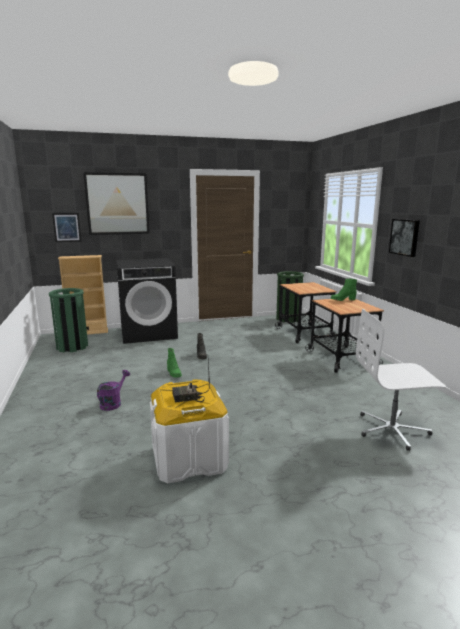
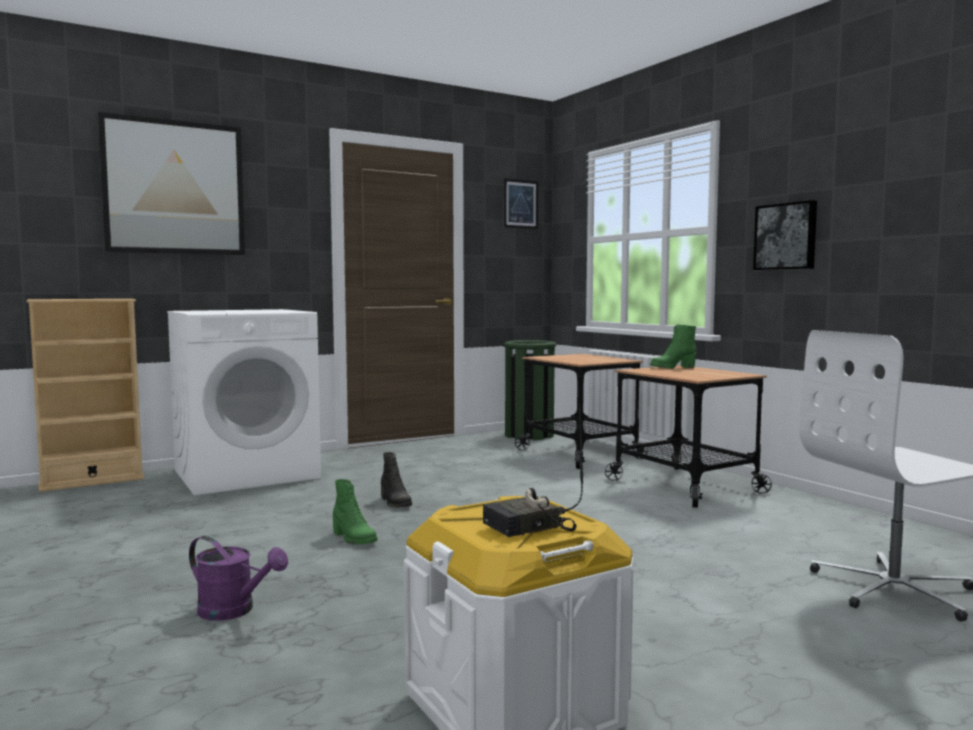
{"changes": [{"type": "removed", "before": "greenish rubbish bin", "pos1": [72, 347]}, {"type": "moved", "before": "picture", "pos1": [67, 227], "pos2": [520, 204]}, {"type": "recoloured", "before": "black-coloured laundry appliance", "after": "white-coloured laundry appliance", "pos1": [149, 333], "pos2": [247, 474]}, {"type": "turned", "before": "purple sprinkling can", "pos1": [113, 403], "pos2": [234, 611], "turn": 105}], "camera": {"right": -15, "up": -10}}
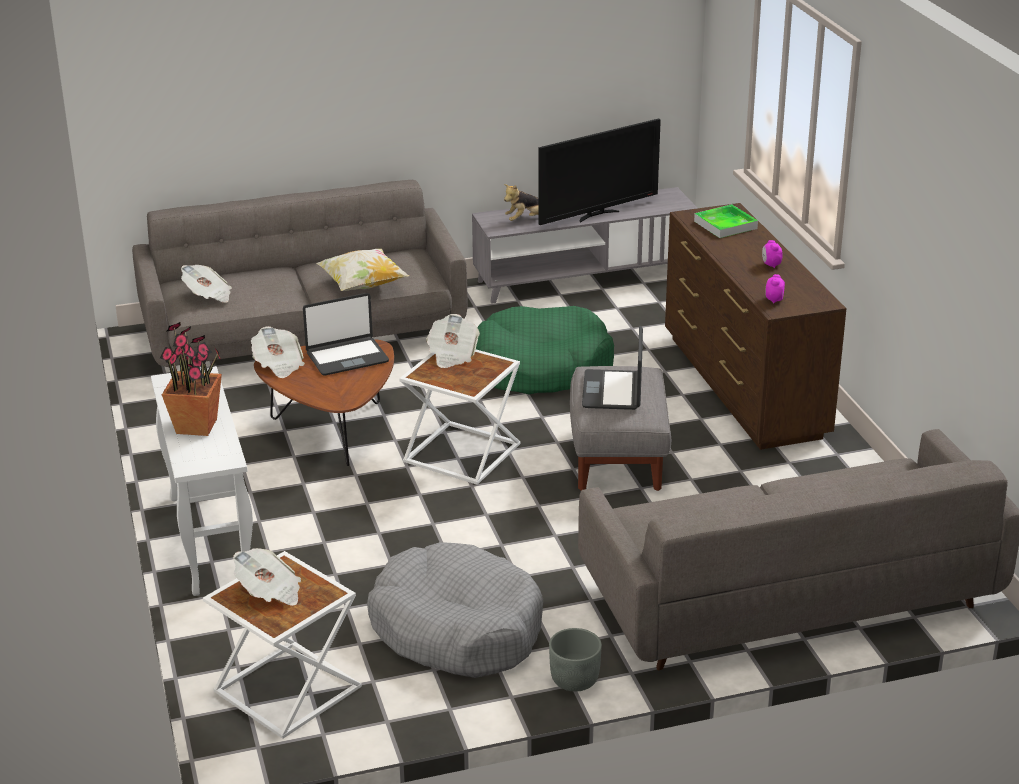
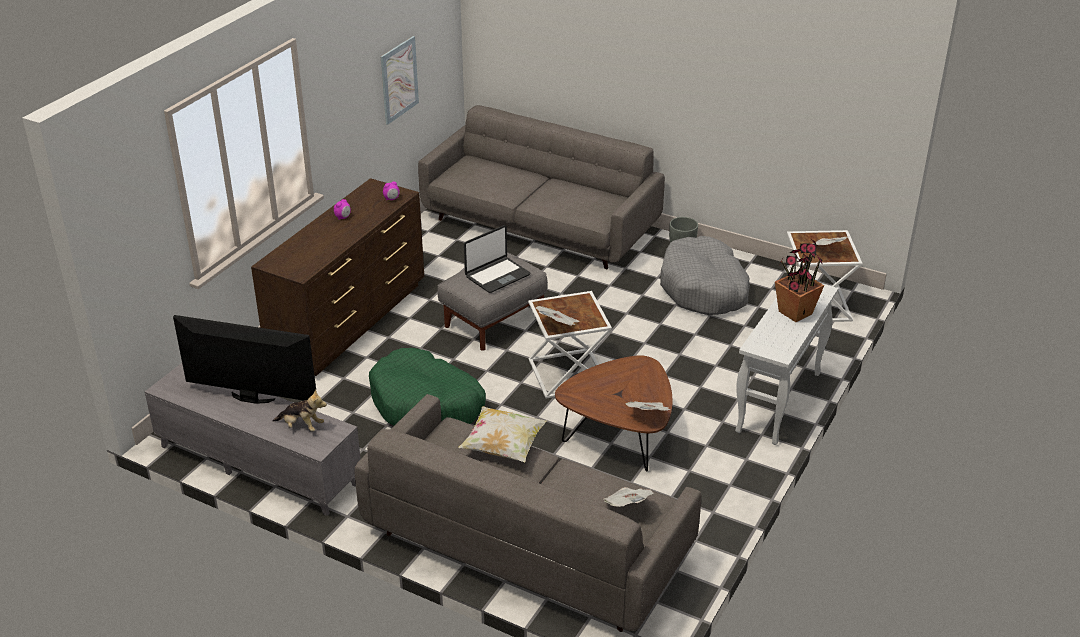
{"changes": [{"type": "removed", "before": "laptop", "pos1": [347, 357]}, {"type": "removed", "before": "carrying tray", "pos1": [725, 225]}, {"type": "added", "after": "picture", "pos2": [399, 80]}], "camera": {"right": -135, "up": 5}}
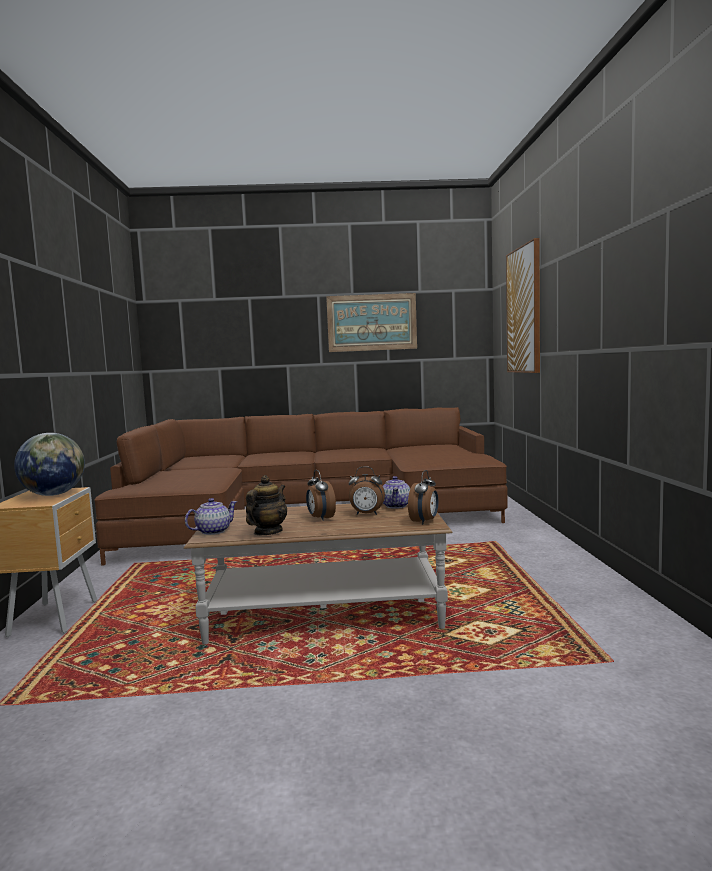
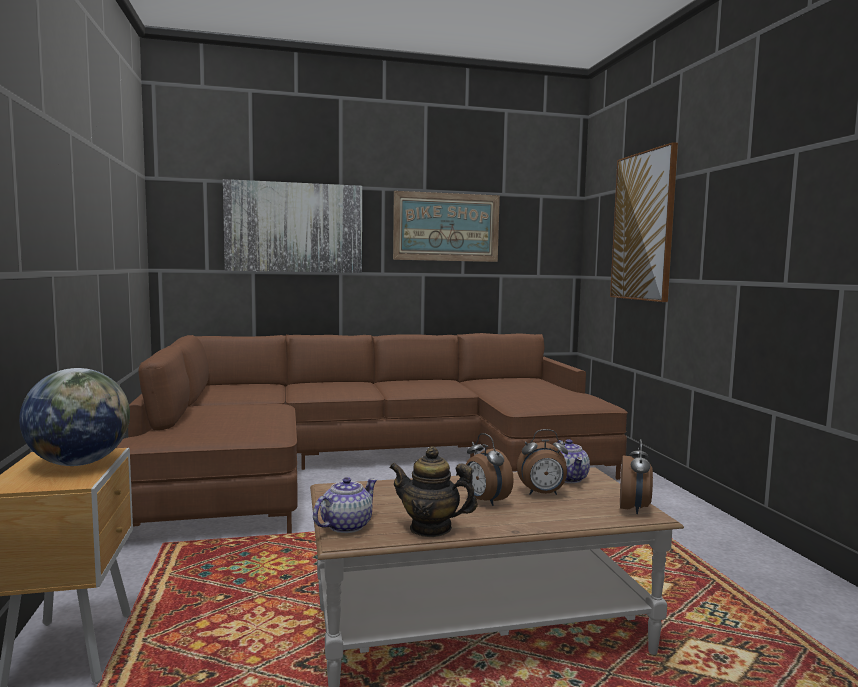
{"changes": [{"type": "added", "after": "picture", "pos2": [294, 227]}, {"type": "turned", "before": "pot for tea", "pos1": [267, 532], "pos2": [431, 528], "turn": -90}], "camera": {"right": -10, "up": 0}}
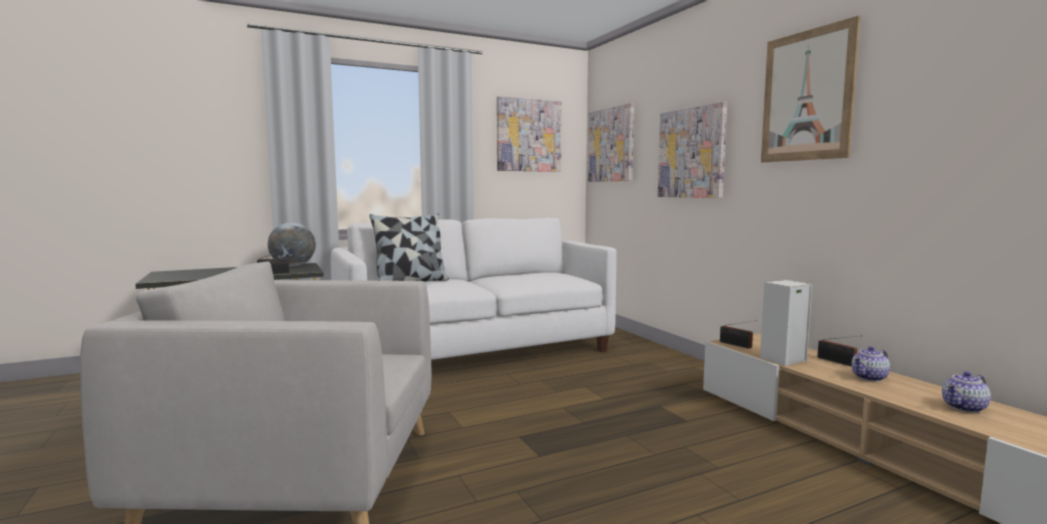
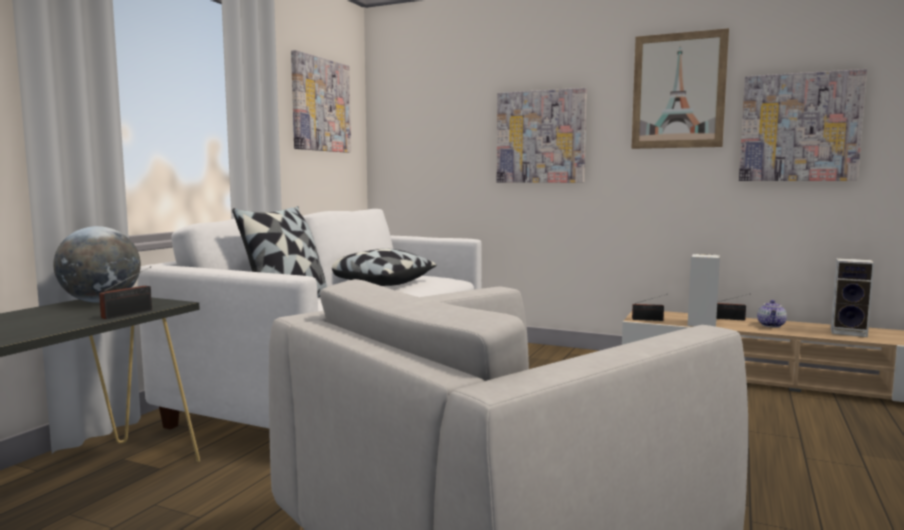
{"changes": [{"type": "added", "after": "cushion", "pos2": [378, 284]}, {"type": "moved", "before": "picture", "pos1": [611, 145], "pos2": [799, 127]}, {"type": "replaced", "before": "pot for tea", "after": "audio speaker", "pos1": [965, 408], "pos2": [850, 332]}], "camera": {"right": -40, "up": 0}}
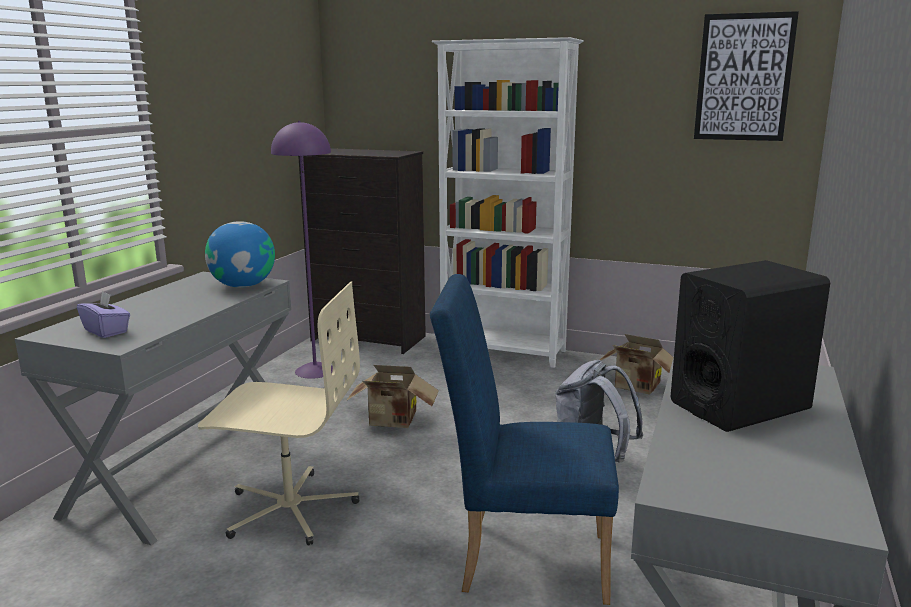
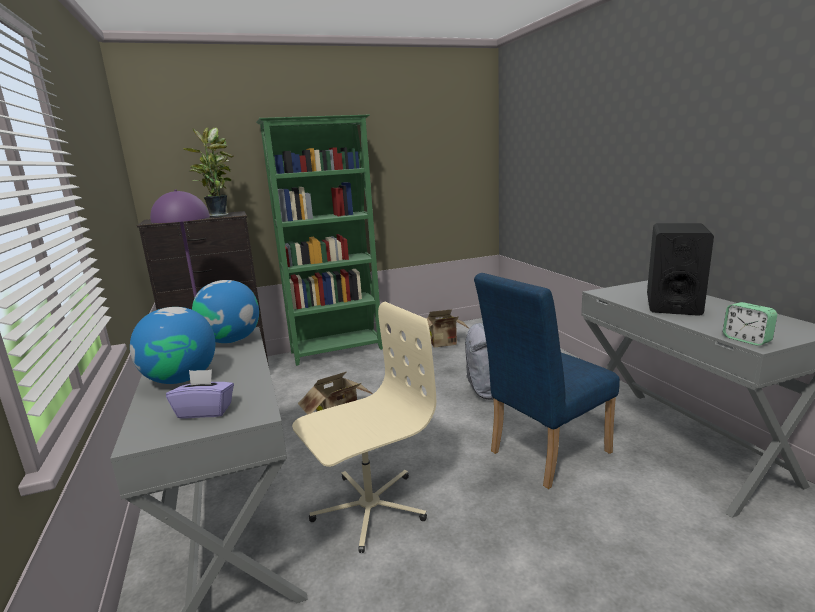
{"changes": [{"type": "removed", "before": "picture", "pos1": [743, 77]}, {"type": "added", "after": "globe", "pos2": [181, 379]}, {"type": "added", "after": "plant in a pot", "pos2": [219, 215]}, {"type": "added", "after": "bedside clock", "pos2": [746, 340]}, {"type": "recoloured", "before": "white-coloured bookshelf", "after": "greenish bookshelf", "pos1": [504, 352], "pos2": [338, 351]}], "camera": {"right": -40, "up": 0}}
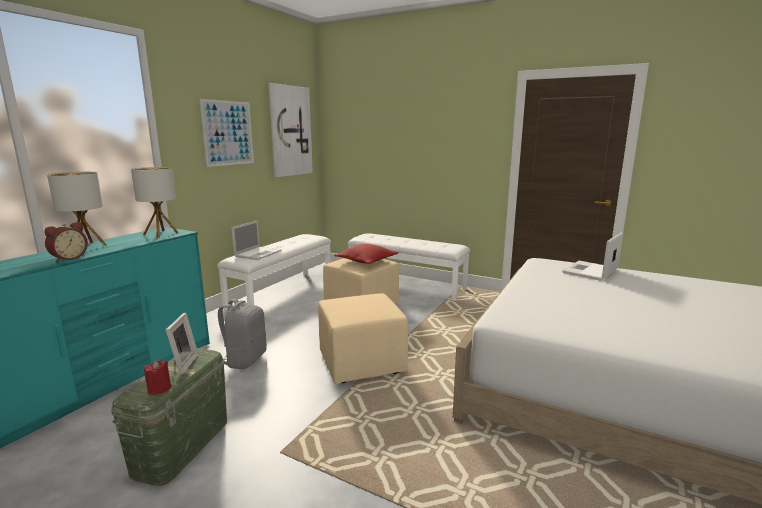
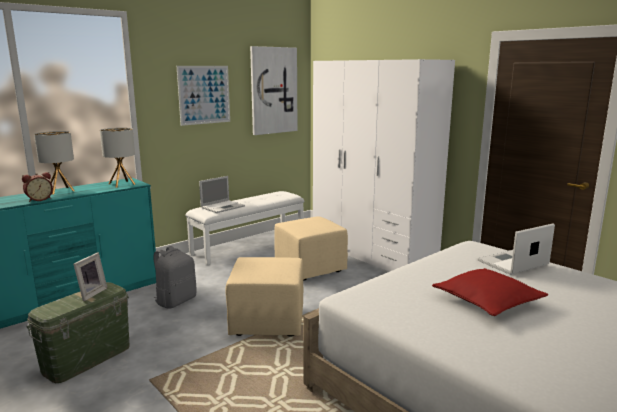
{"changes": [{"type": "removed", "before": "reddish wax candle", "pos1": [159, 389]}, {"type": "moved", "before": "reddish cushion", "pos1": [366, 261], "pos2": [487, 301]}, {"type": "replaced", "before": "white-coloured bench", "after": "white-coloured clothes cupboard", "pos1": [407, 285], "pos2": [372, 253]}], "camera": {"right": 20, "up": 0}}
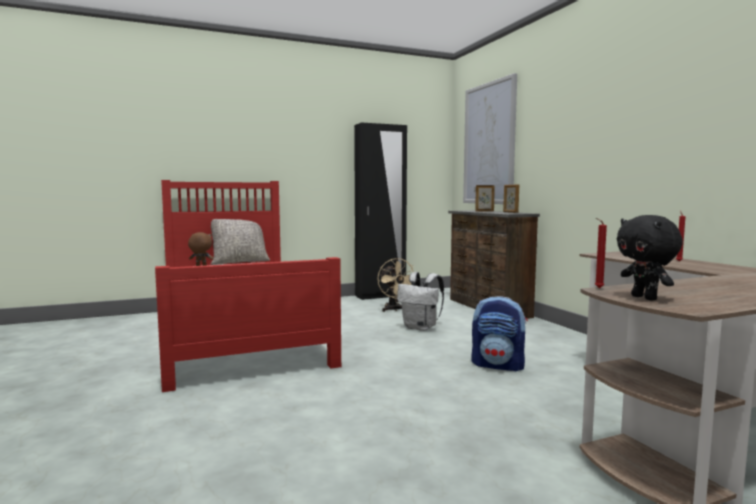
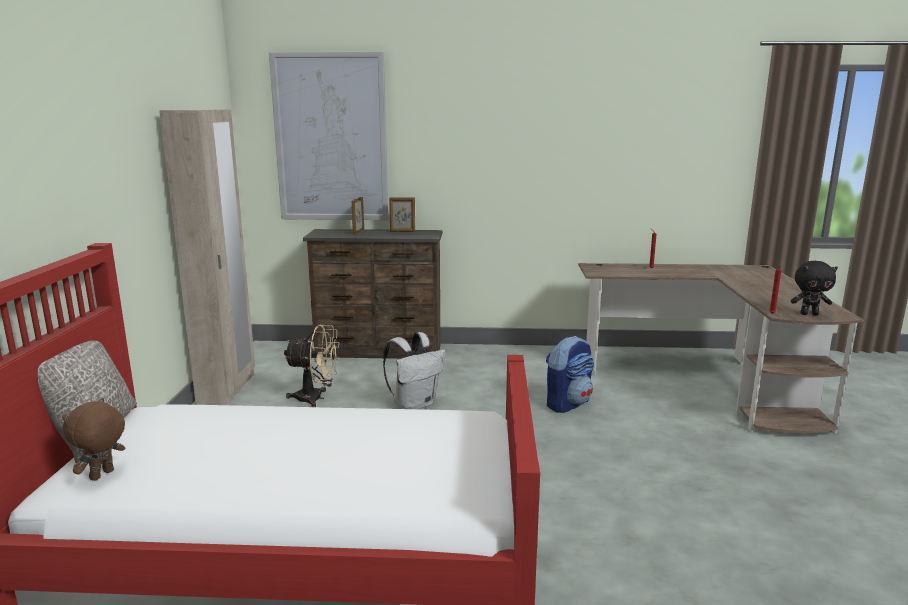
{"changes": [{"type": "recoloured", "before": "black-coloured clothes cupboard", "after": "beige-coloured clothes cupboard", "pos1": [380, 296], "pos2": [227, 389]}], "camera": {"right": -65, "up": 10}}
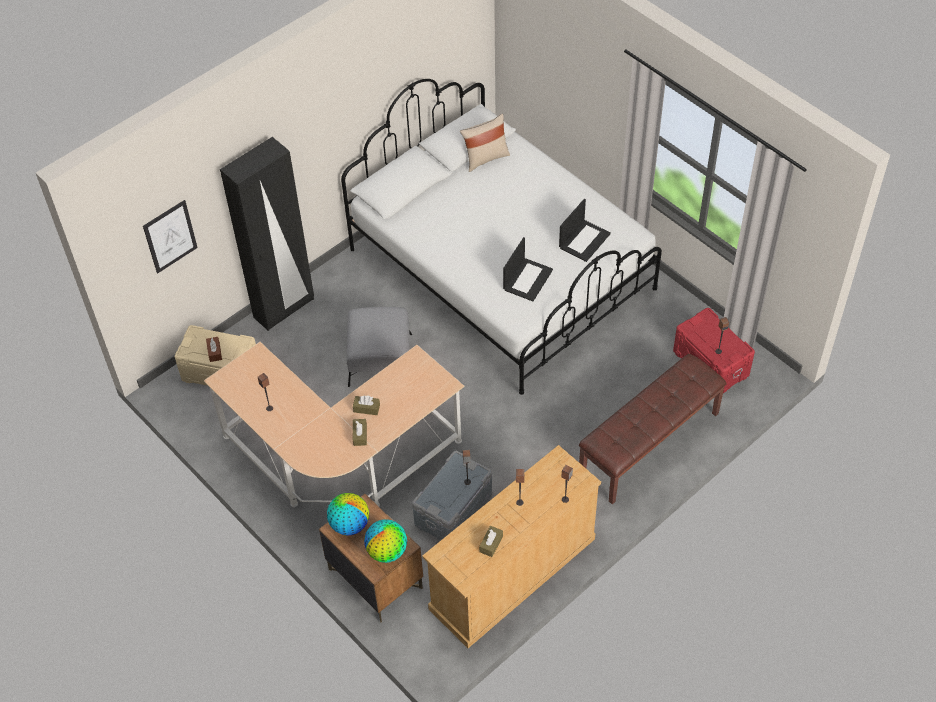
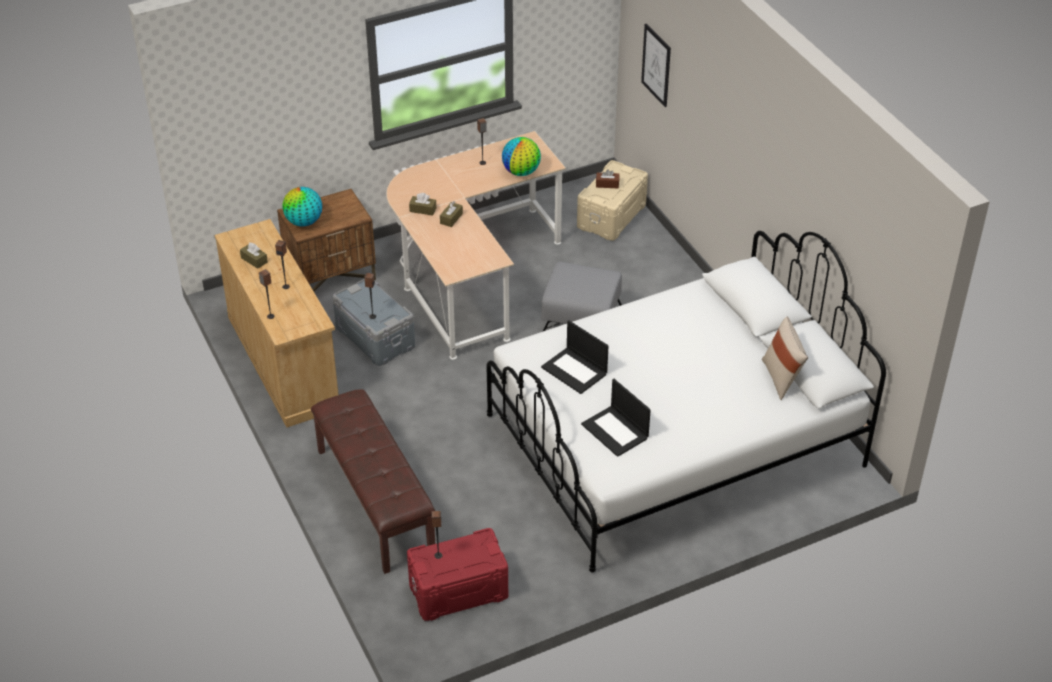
{"changes": [{"type": "removed", "before": "black-coloured clothes cupboard", "pos1": [284, 308]}, {"type": "moved", "before": "globe", "pos1": [349, 524], "pos2": [521, 172]}], "camera": {"right": 105, "up": -10}}
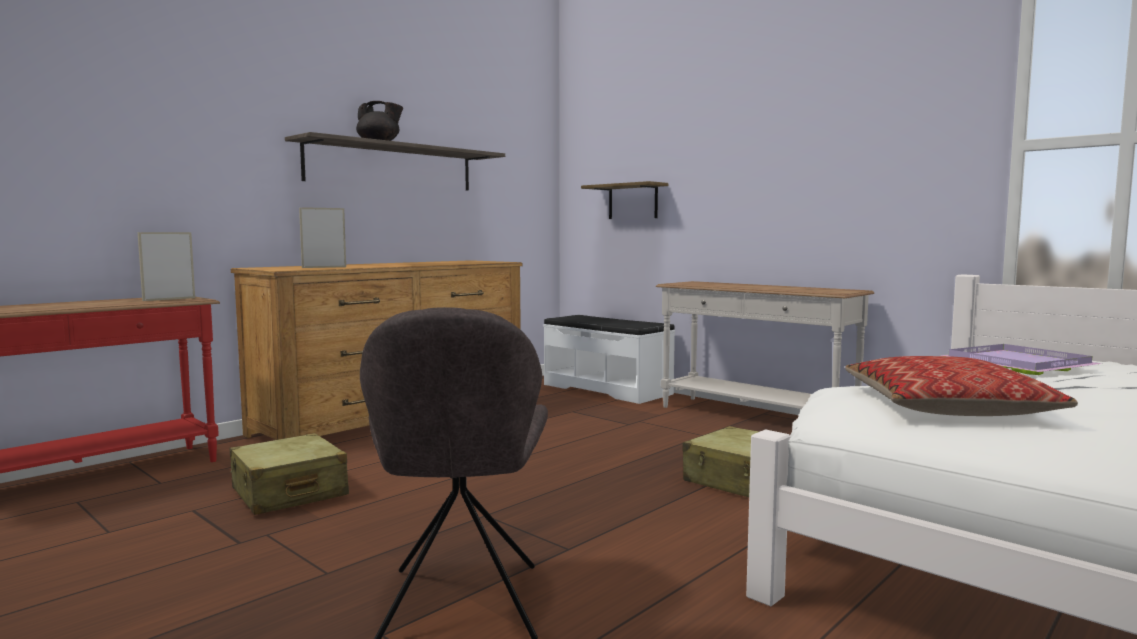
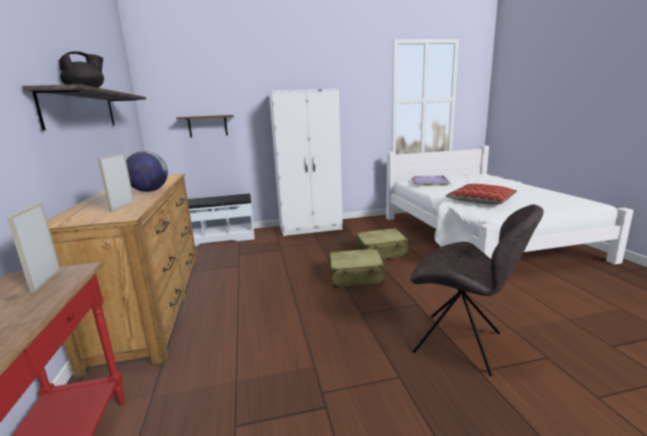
{"changes": [{"type": "added", "after": "globe", "pos2": [149, 191]}, {"type": "moved", "before": "beige-coloured suitcase", "pos1": [288, 493], "pos2": [356, 277]}, {"type": "replaced", "before": "white-coloured console table", "after": "white-coloured clothes cupboard", "pos1": [754, 417], "pos2": [311, 228]}], "camera": {"right": -55, "up": 10}}
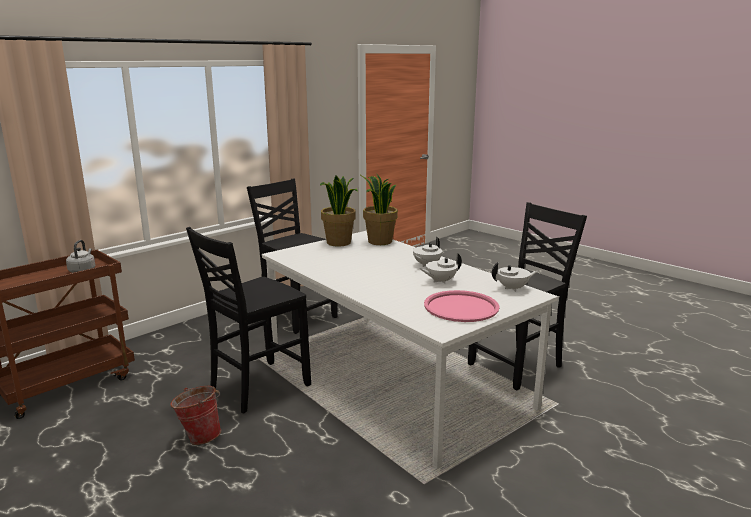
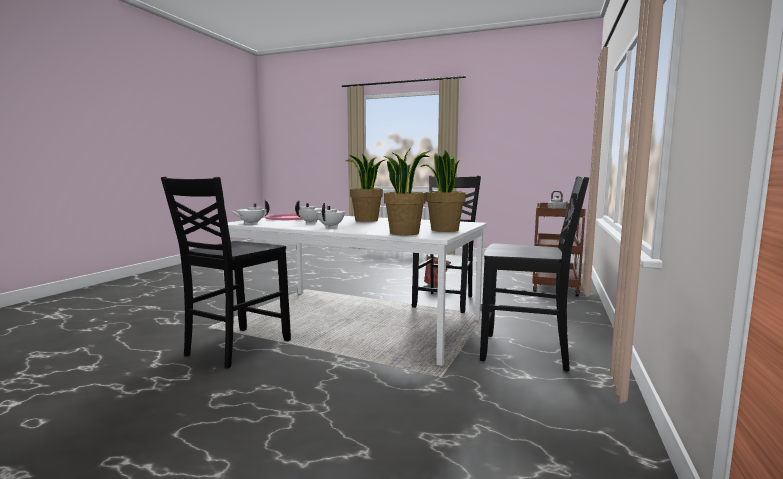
{"changes": [{"type": "added", "after": "plant in a pot", "pos2": [366, 220]}], "camera": {"right": 155, "up": -10}}
